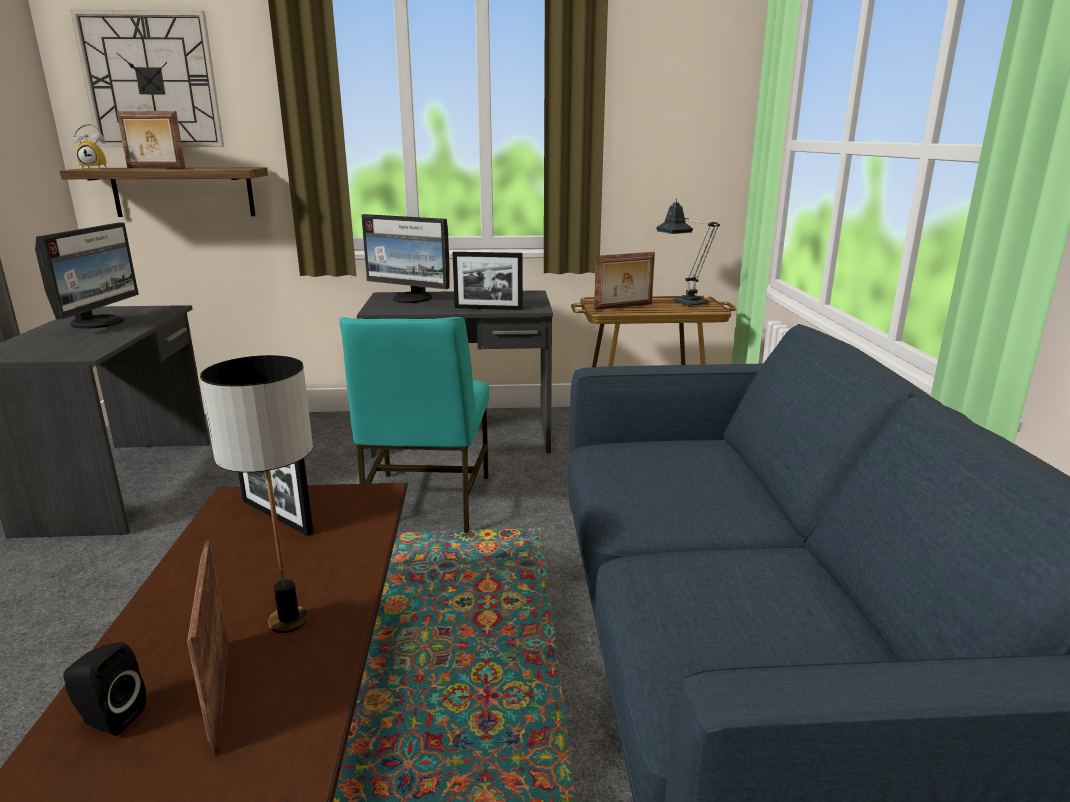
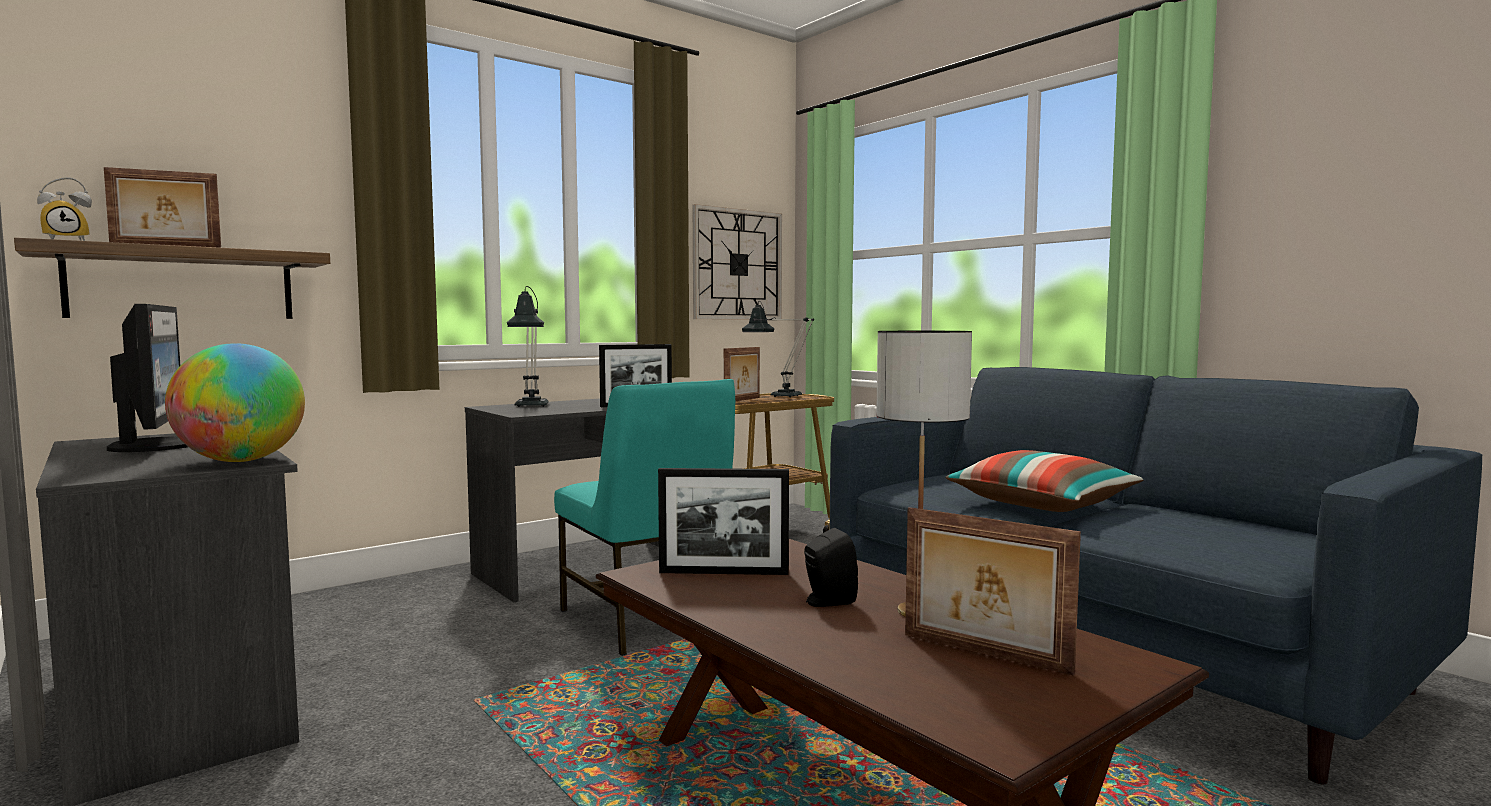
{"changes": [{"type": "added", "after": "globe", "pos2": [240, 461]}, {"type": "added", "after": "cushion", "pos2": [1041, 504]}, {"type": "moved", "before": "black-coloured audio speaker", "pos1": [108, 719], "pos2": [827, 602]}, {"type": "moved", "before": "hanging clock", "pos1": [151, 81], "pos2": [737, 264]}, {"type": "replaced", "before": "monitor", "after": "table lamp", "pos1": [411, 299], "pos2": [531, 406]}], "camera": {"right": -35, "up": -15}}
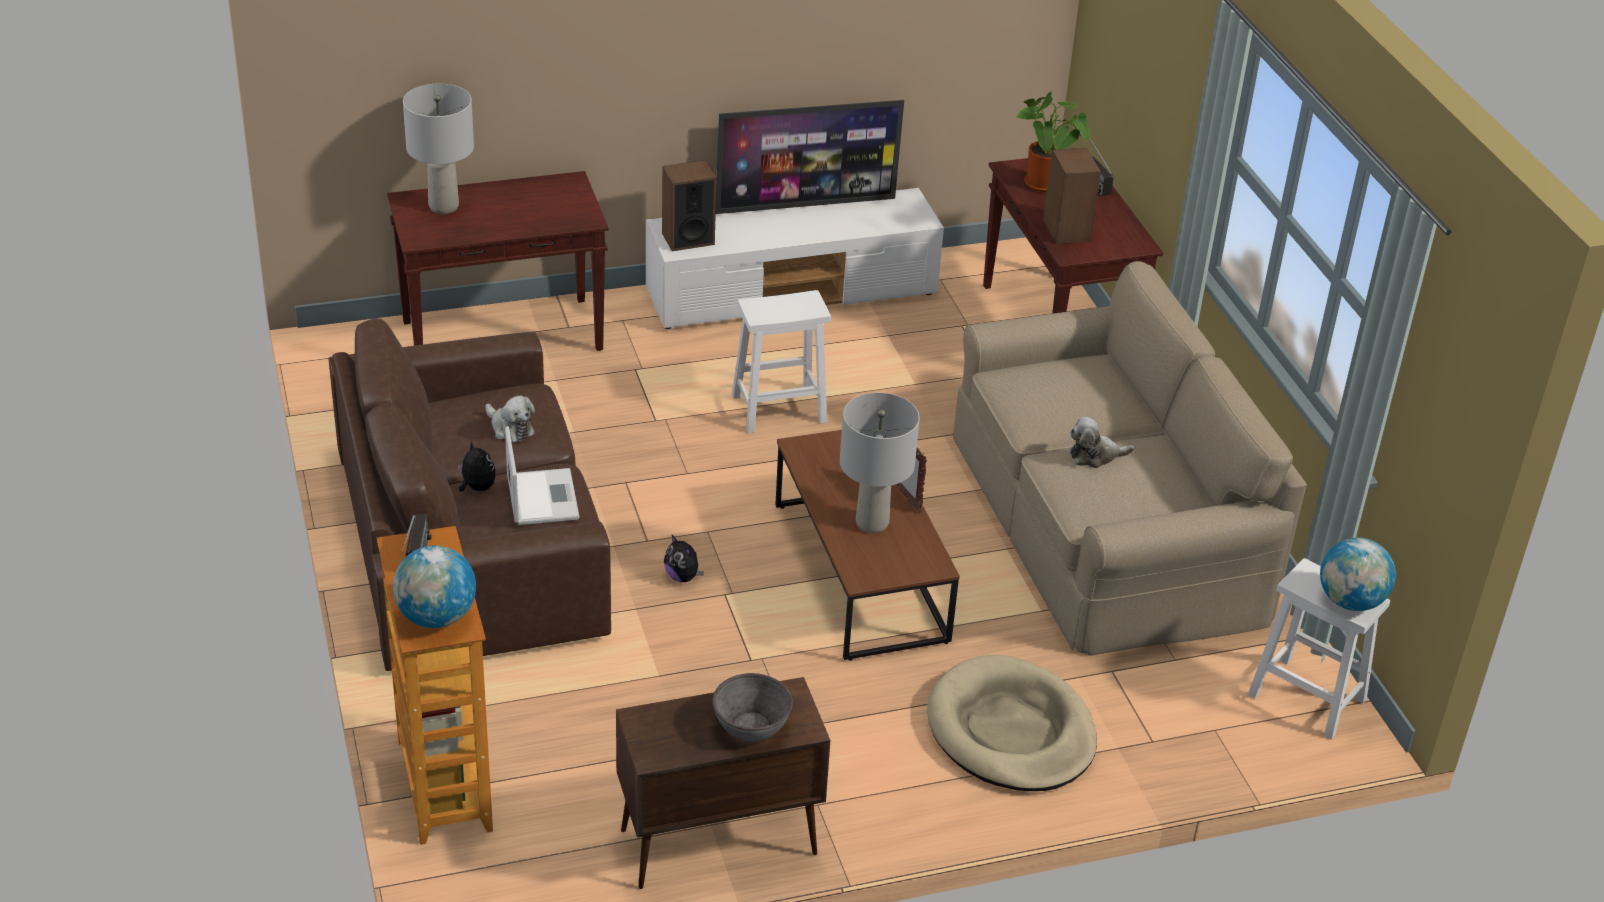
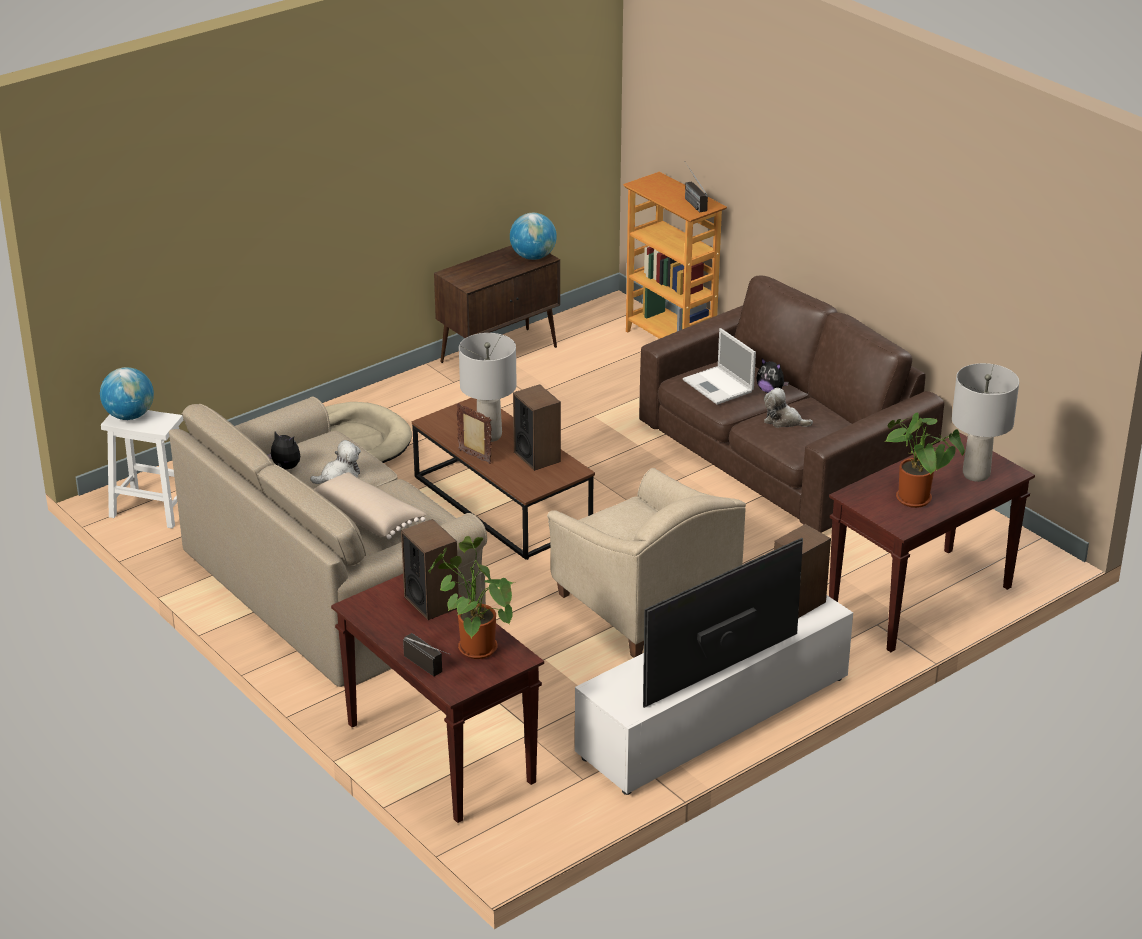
{"changes": [{"type": "removed", "before": "grey deep dish", "pos1": [751, 726]}, {"type": "added", "after": "beige-coloured cushion", "pos2": [368, 517]}, {"type": "added", "after": "audio speaker", "pos2": [537, 456]}, {"type": "added", "after": "plant in a pot", "pos2": [917, 501]}, {"type": "moved", "before": "globe", "pos1": [436, 617], "pos2": [533, 257]}, {"type": "moved", "before": "plush toy", "pos1": [683, 577], "pos2": [285, 468]}, {"type": "replaced", "before": "white-coloured stool seat", "after": "beige-coloured lounge chair", "pos1": [780, 408], "pos2": [643, 604]}], "camera": {"right": 160, "up": -5}}
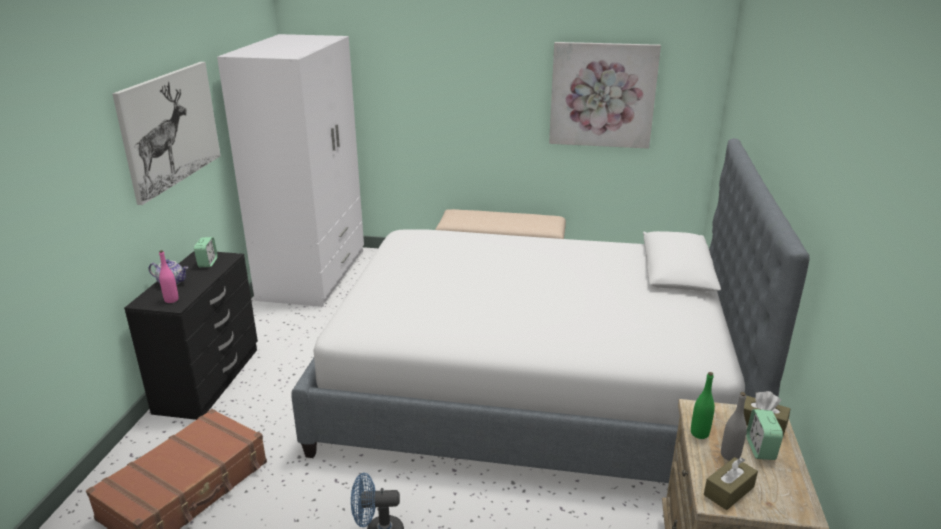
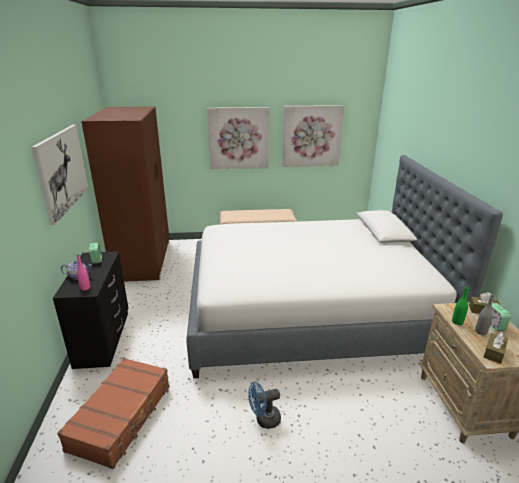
{"changes": [{"type": "added", "after": "picture", "pos2": [238, 138]}, {"type": "recoloured", "before": "white-coloured clothes cupboard", "after": "brown-coloured clothes cupboard", "pos1": [314, 274], "pos2": [143, 260]}], "camera": {"right": -15, "up": 0}}
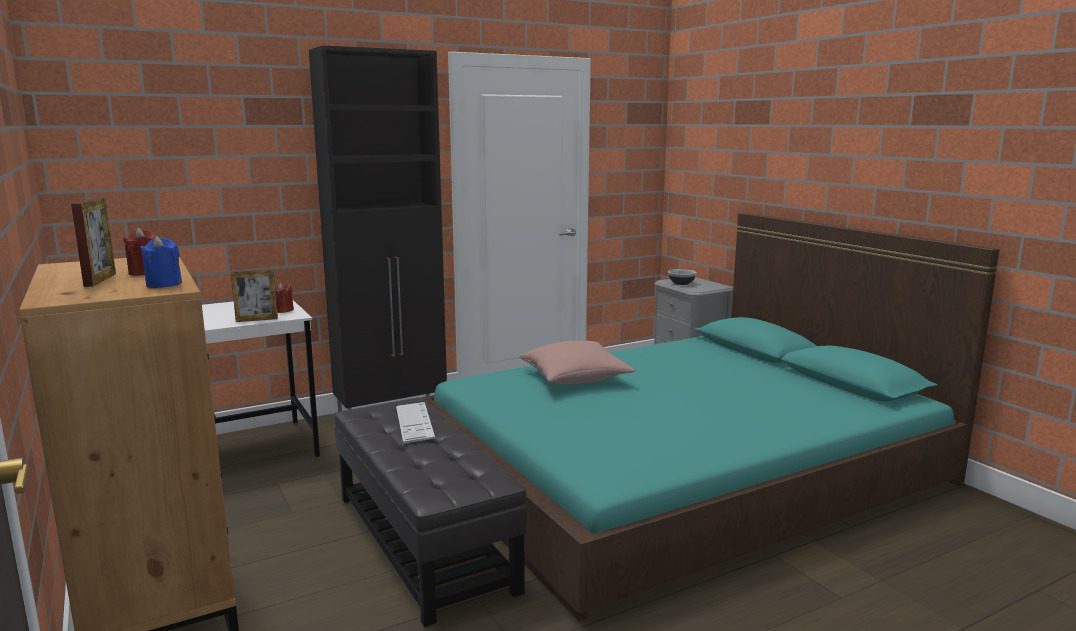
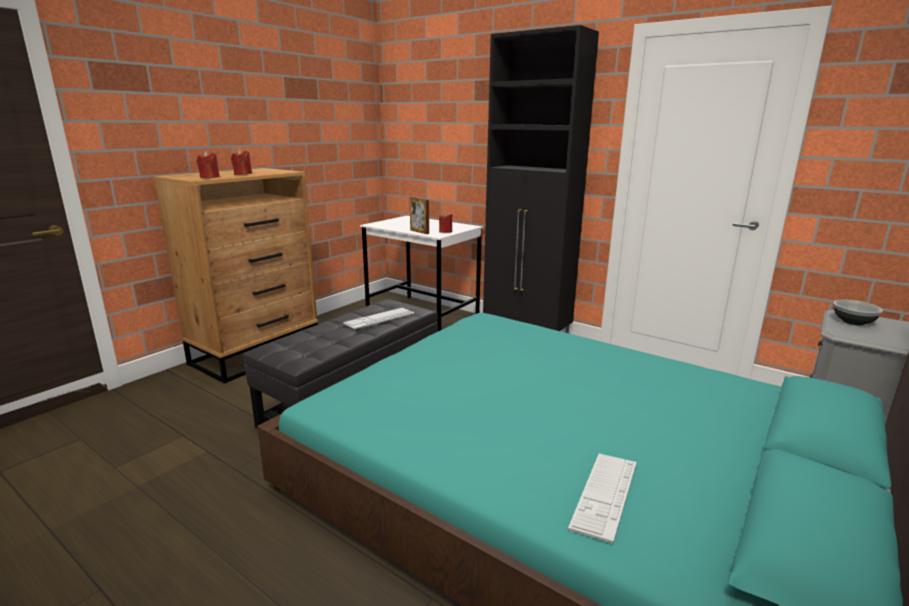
{"changes": [{"type": "removed", "before": "photo frame", "pos1": [100, 280]}, {"type": "removed", "before": "pink-coloured cushion", "pos1": [575, 378]}, {"type": "added", "after": "keyboard", "pos2": [604, 495]}, {"type": "recoloured", "before": "blue-coloured wax candle", "after": "reddish wax candle", "pos1": [164, 284], "pos2": [209, 177]}], "camera": {"right": 65, "up": 5}}
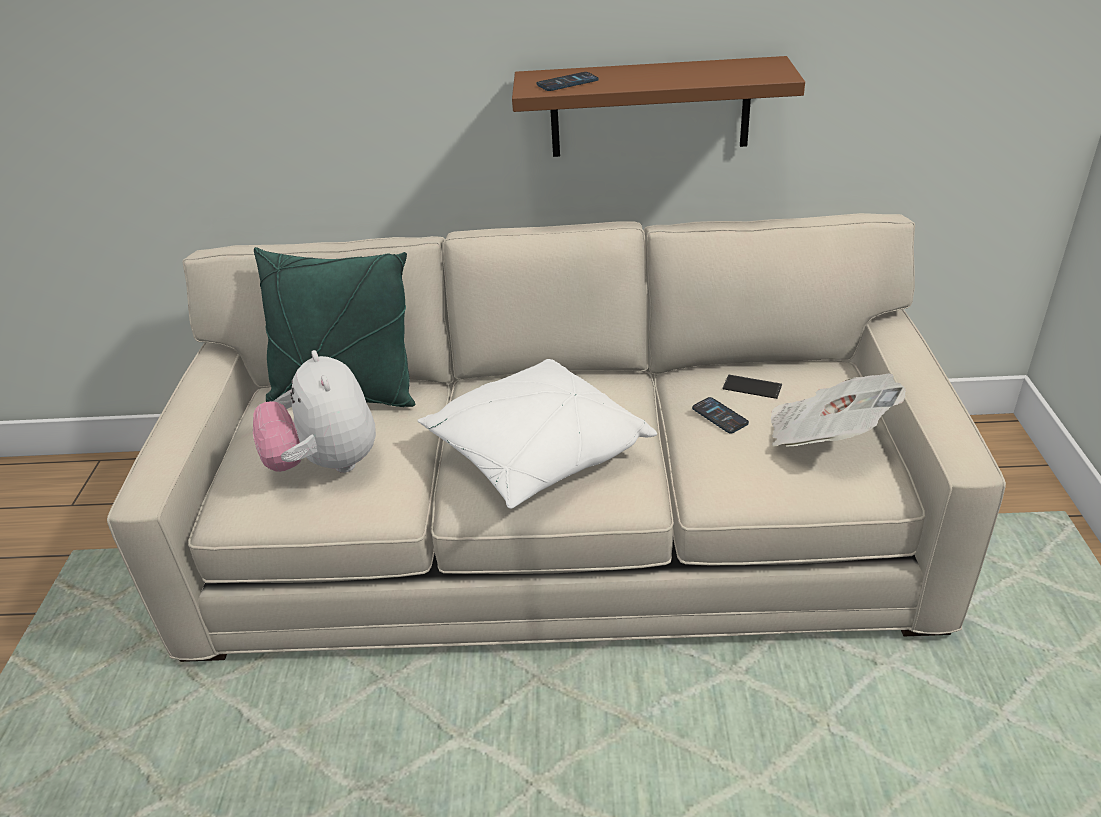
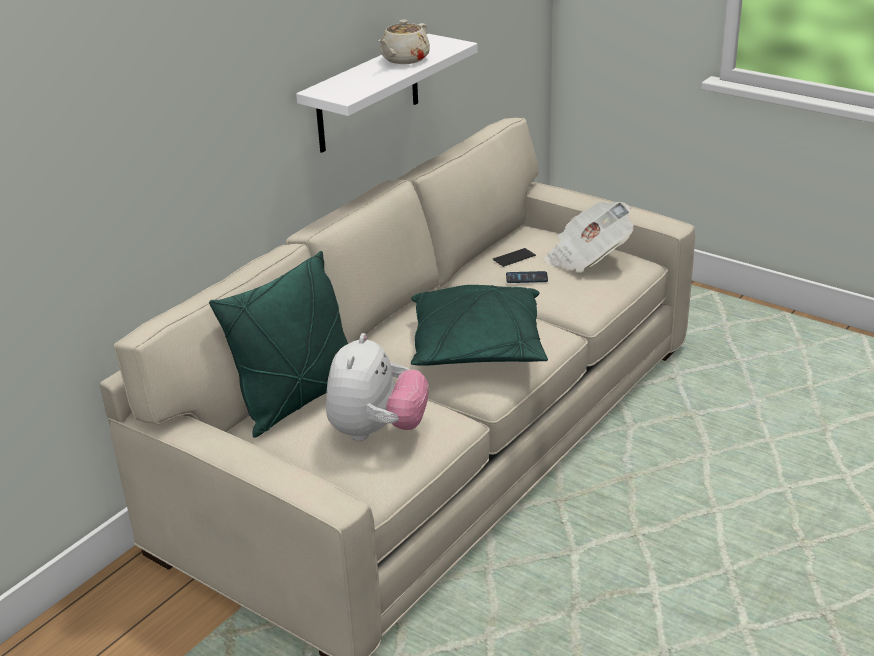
{"changes": [{"type": "removed", "before": "handset", "pos1": [567, 83]}, {"type": "added", "after": "beige-coloured pot for tea", "pos2": [404, 59]}, {"type": "recoloured", "before": "white-coloured cushion", "after": "greenish cushion", "pos1": [536, 453], "pos2": [478, 348]}, {"type": "recoloured", "before": "brown-coloured shelf", "after": "white-coloured shelf", "pos1": [649, 108], "pos2": [368, 94]}, {"type": "turned", "before": "plush toy", "pos1": [326, 464], "pos2": [377, 431], "turn": -90}], "camera": {"right": -55, "up": -5}}
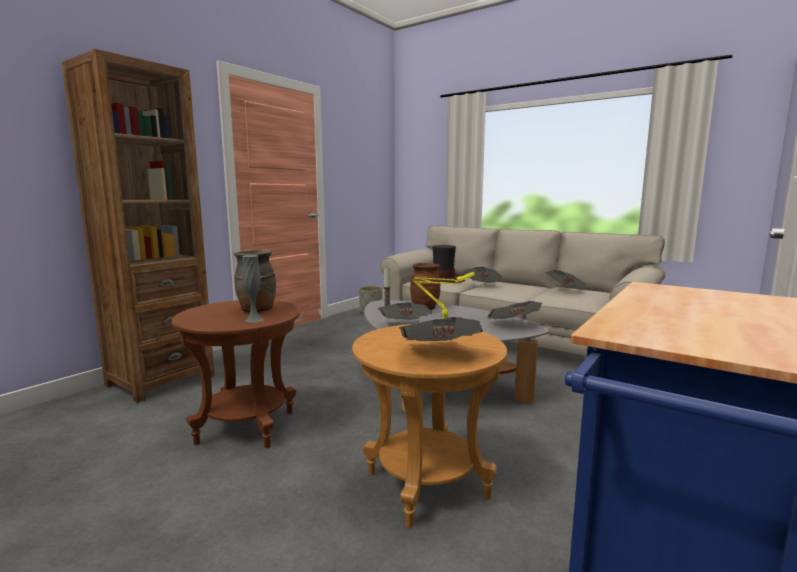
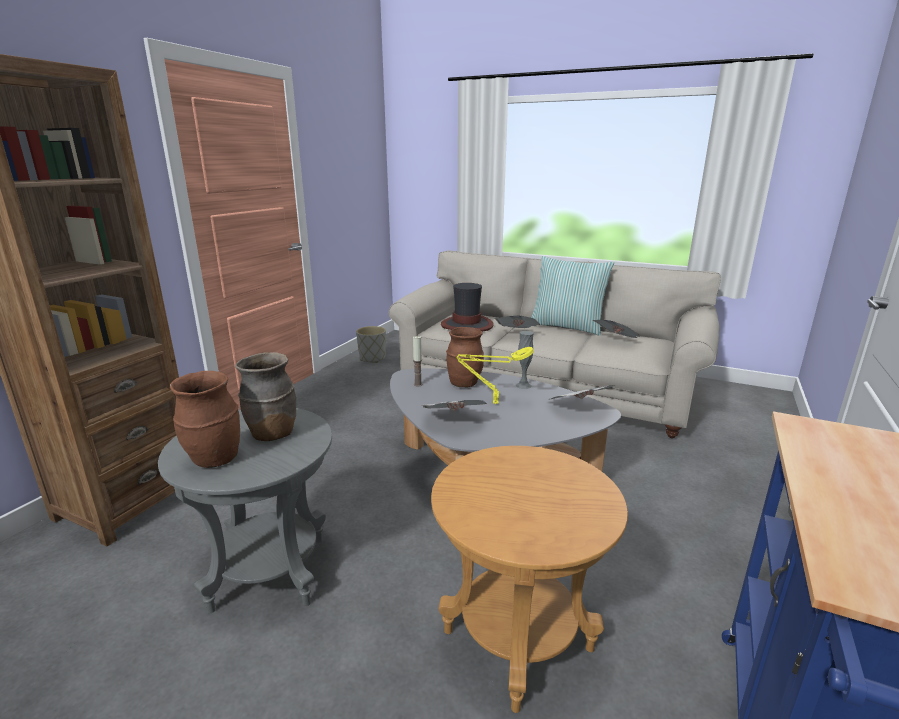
{"changes": [{"type": "removed", "before": "daily paper", "pos1": [440, 353]}, {"type": "added", "after": "brown-coloured flower vase", "pos2": [215, 459]}, {"type": "added", "after": "cushion", "pos2": [567, 327]}, {"type": "moved", "before": "grey flower vase", "pos1": [254, 320], "pos2": [523, 385]}, {"type": "recoloured", "before": "brown-coloured side table", "after": "grey side table", "pos1": [246, 427], "pos2": [269, 572]}], "camera": {"right": -10, "up": 10}}
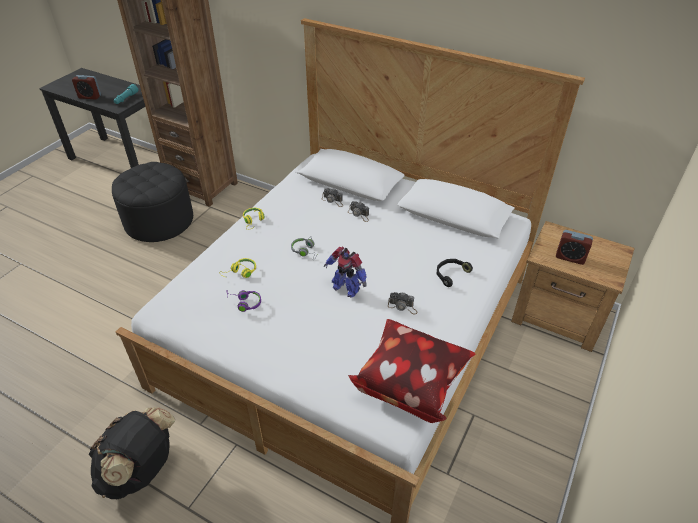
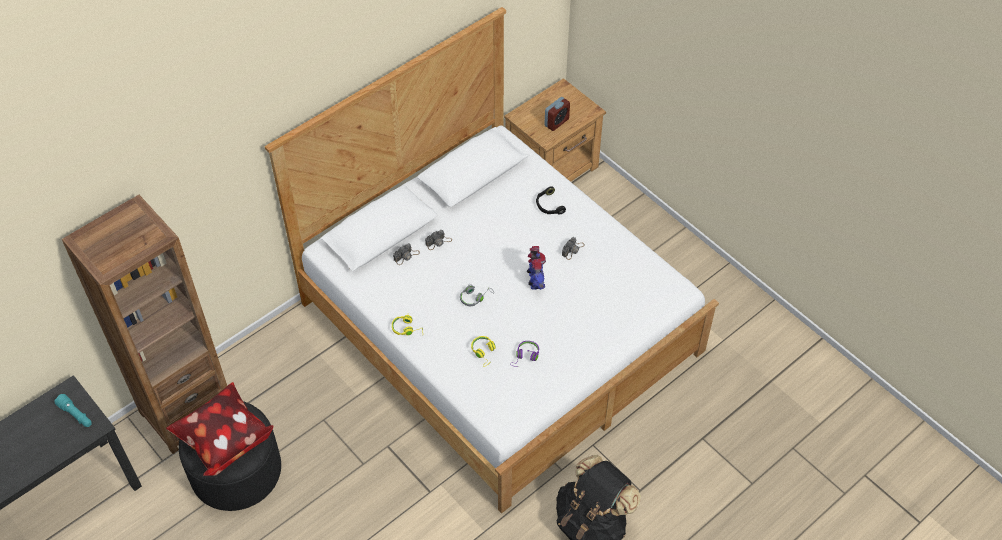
{"changes": [{"type": "removed", "before": "bedside clock", "pos1": [90, 97]}, {"type": "moved", "before": "cushion", "pos1": [410, 383], "pos2": [223, 440]}, {"type": "turned", "before": "model robot", "pos1": [346, 288], "pos2": [536, 281], "turn": -60}], "camera": {"right": -70, "up": 10}}
